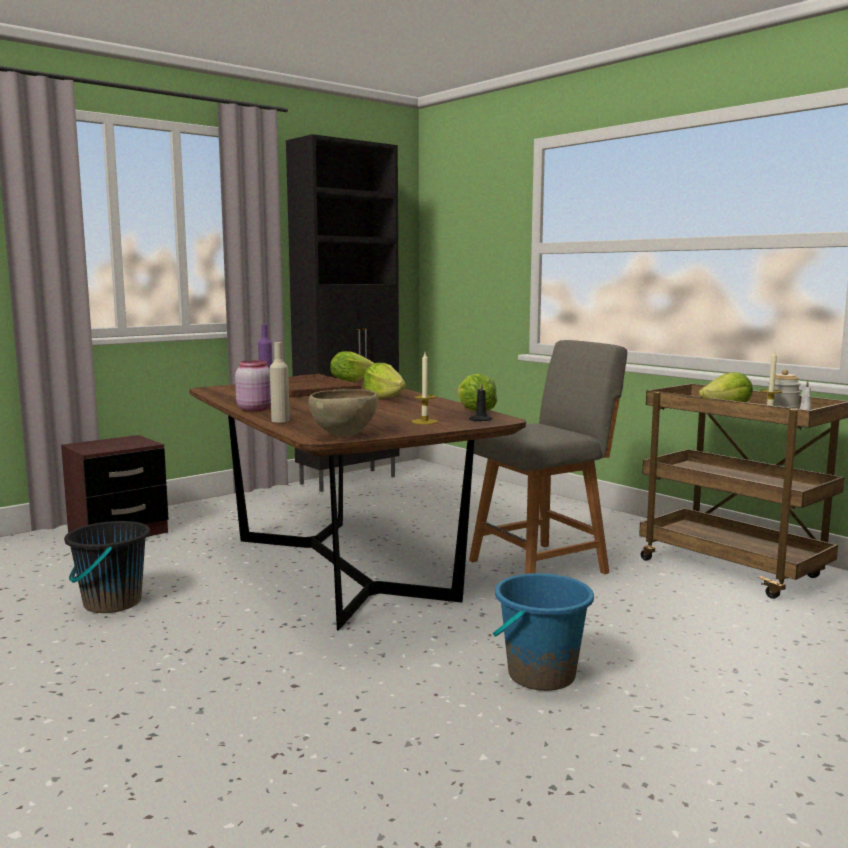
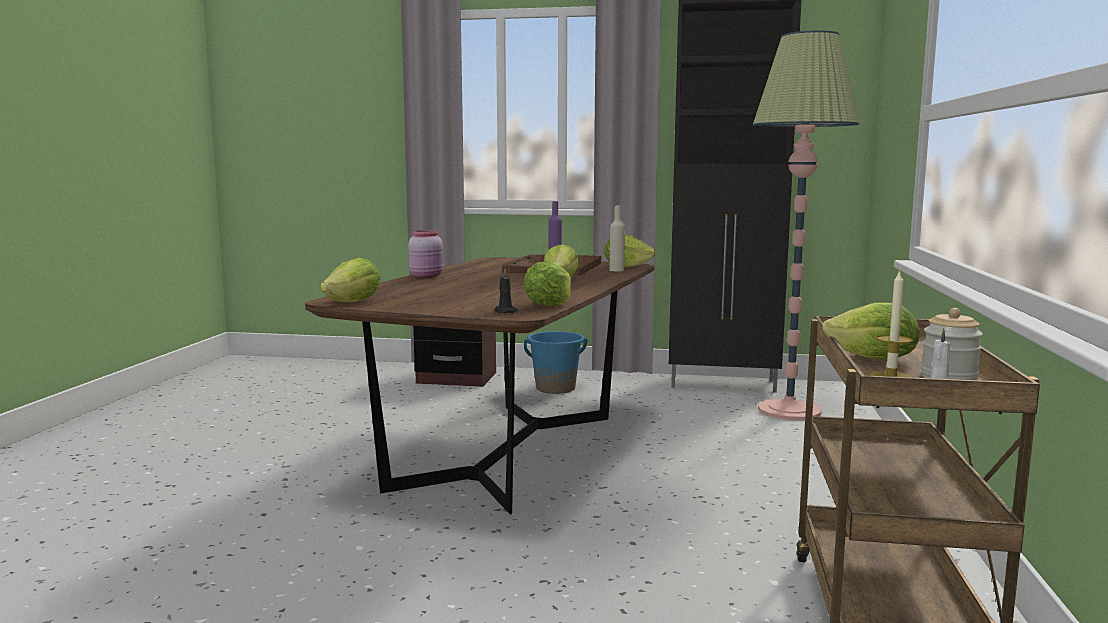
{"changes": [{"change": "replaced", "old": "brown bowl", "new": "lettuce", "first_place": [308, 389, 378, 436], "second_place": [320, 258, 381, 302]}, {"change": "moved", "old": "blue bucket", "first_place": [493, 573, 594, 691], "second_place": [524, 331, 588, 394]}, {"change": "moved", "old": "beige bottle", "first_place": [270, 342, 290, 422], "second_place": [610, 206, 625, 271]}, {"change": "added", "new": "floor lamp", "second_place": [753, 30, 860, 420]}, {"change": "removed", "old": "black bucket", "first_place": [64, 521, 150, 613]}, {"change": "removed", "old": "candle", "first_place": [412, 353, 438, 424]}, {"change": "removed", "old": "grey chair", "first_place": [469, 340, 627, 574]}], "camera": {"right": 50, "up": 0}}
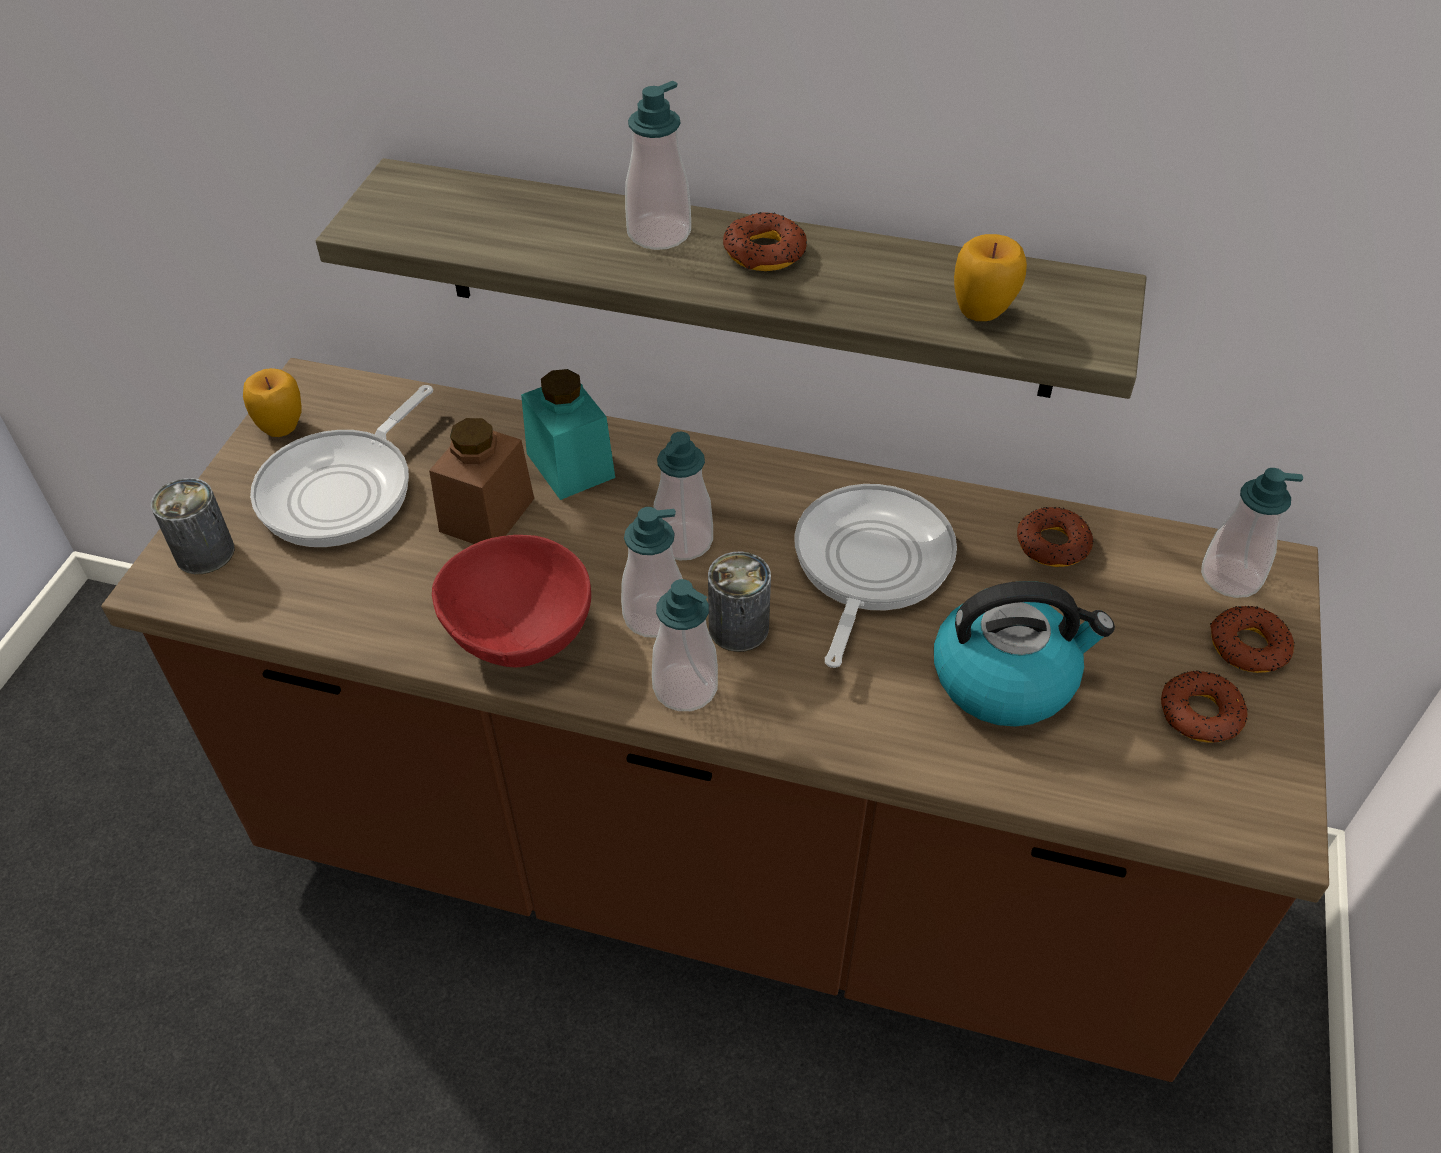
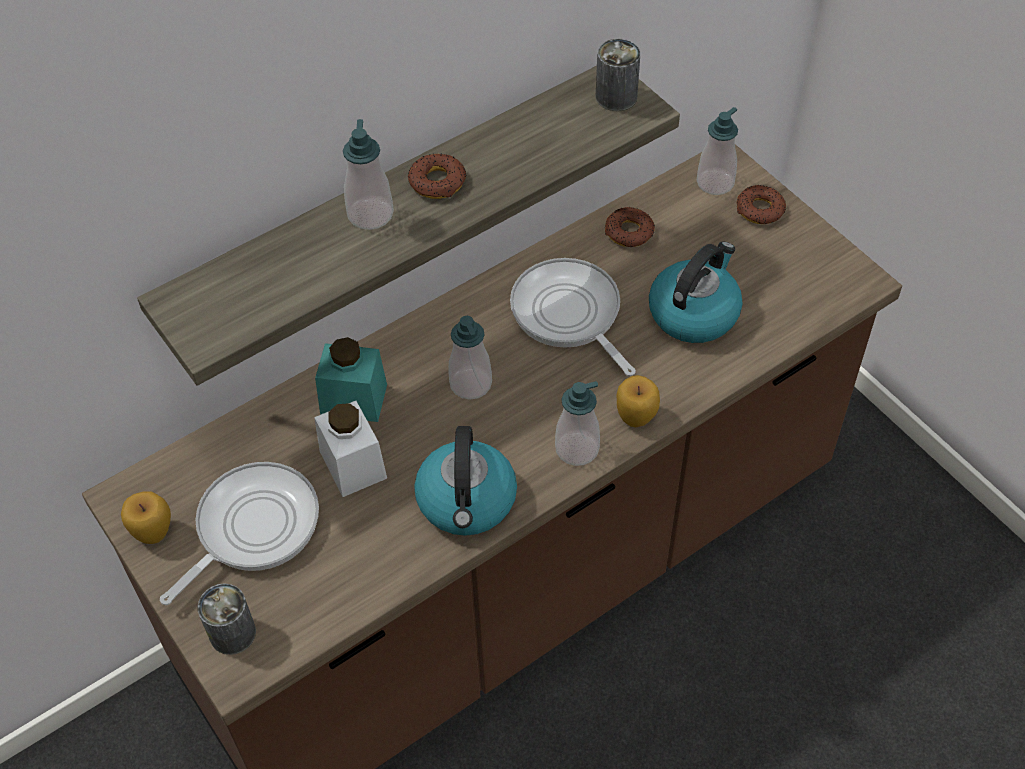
{"changes": [{"change": "turned", "old": "frying pan", "first_place": [250, 385, 433, 547], "second_place": [160, 462, 319, 605], "degrees": -120}, {"change": "recoloured", "old": "brown jar", "new": "white jar", "first_place": [429, 418, 534, 544], "second_place": [314, 401, 387, 497]}, {"change": "replaced", "old": "red bowl", "new": "kettle", "first_place": [432, 535, 591, 668], "second_place": [414, 426, 517, 536]}, {"change": "moved", "old": "can", "first_place": [708, 551, 771, 652], "second_place": [595, 39, 641, 111]}, {"change": "moved", "old": "apple", "first_place": [954, 234, 1027, 321], "second_place": [617, 375, 660, 427]}, {"change": "removed", "old": "soap dispenser", "first_place": [621, 507, 683, 638]}, {"change": "removed", "old": "donut", "first_place": [1161, 670, 1248, 743]}], "camera": {"right": -50, "up": 5}}
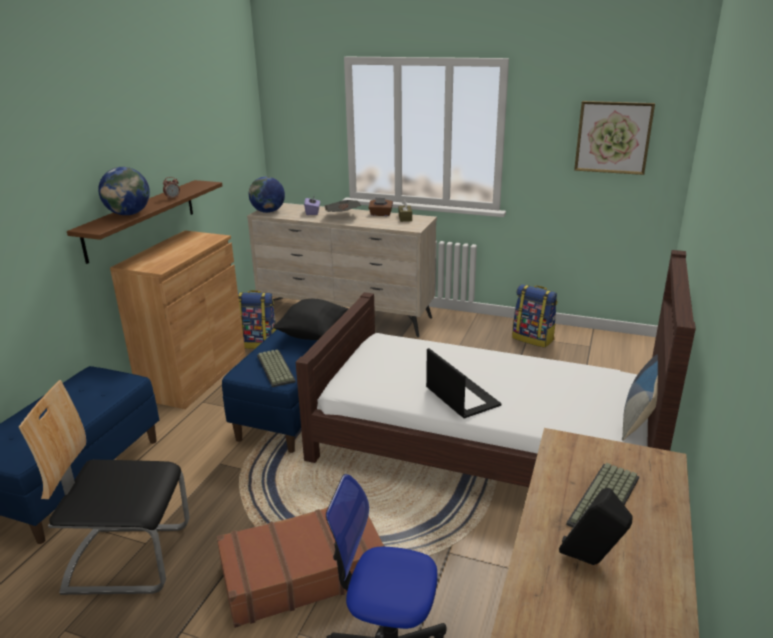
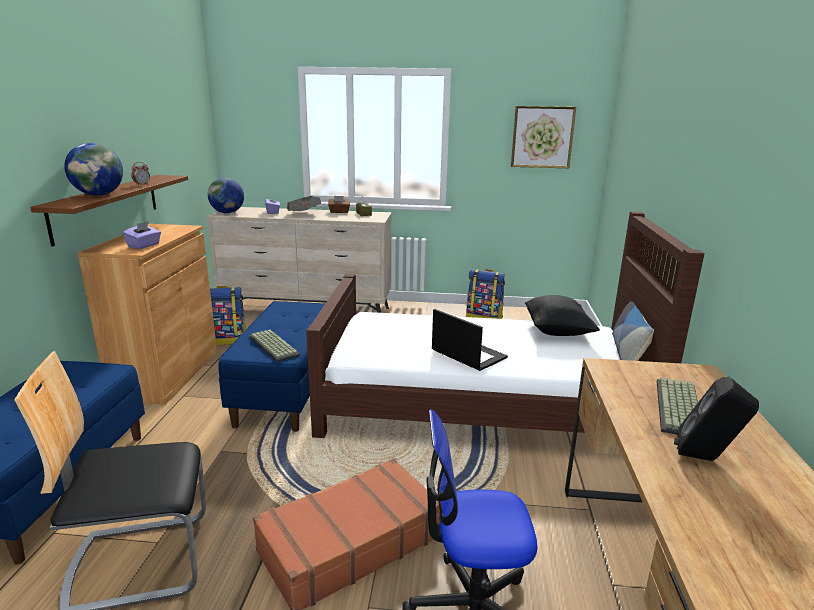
{"changes": [{"change": "added", "new": "purple tissue box", "second_place": [123, 221, 161, 249]}, {"change": "moved", "old": "black pillow", "first_place": [273, 299, 349, 340], "second_place": [525, 295, 600, 336]}], "camera": {"right": -15, "up": -5}}
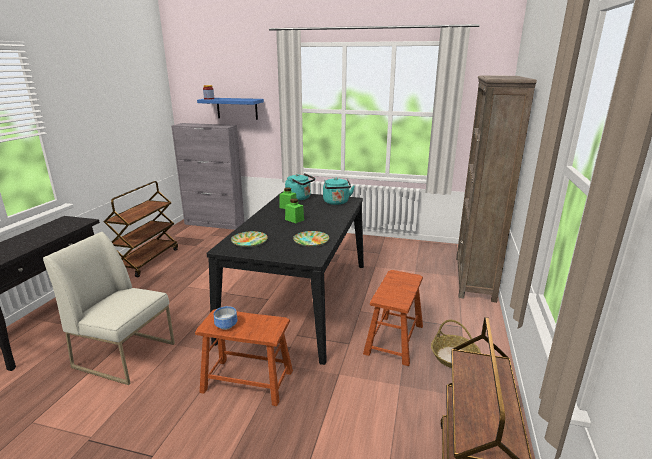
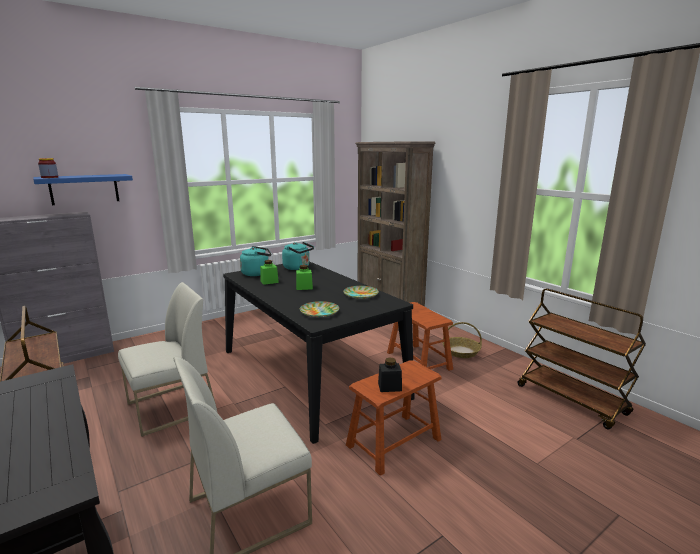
{"changes": [{"change": "added", "new": "white chair", "second_place": [118, 282, 217, 437]}, {"change": "replaced", "old": "bowl", "new": "black jar", "first_place": [214, 306, 237, 330], "second_place": [378, 357, 402, 392]}], "camera": {"right": -50, "up": -5}}
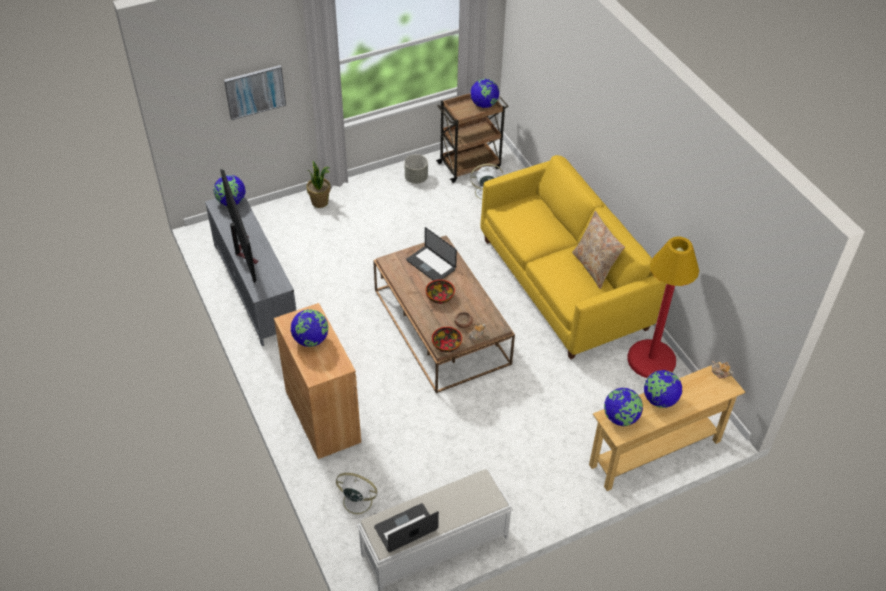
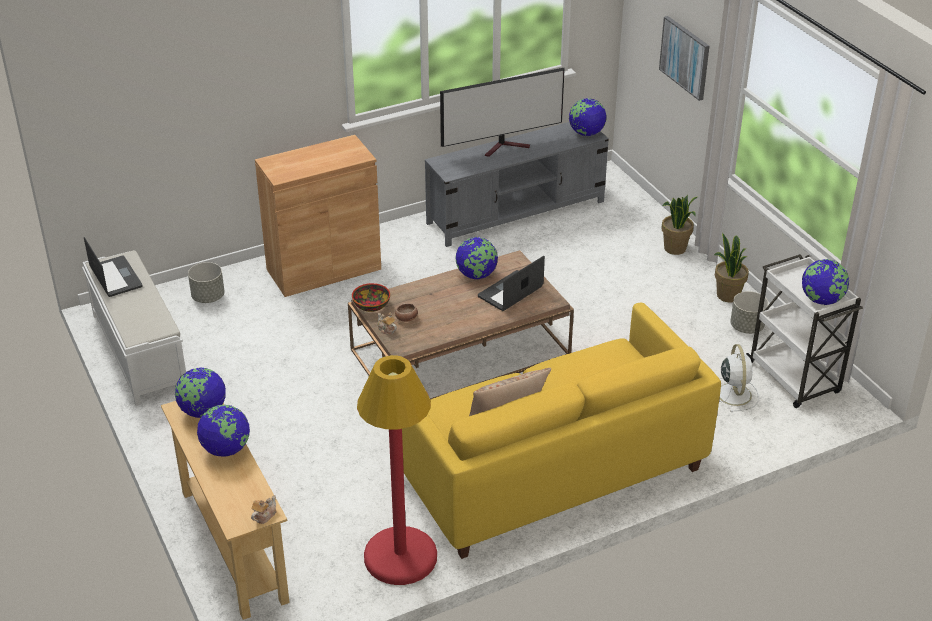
{"changes": [{"change": "replaced", "old": "white fan", "new": "grey planter", "first_place": [335, 473, 379, 519], "second_place": [188, 262, 225, 303]}, {"change": "moved", "old": "globe", "first_place": [291, 309, 328, 347], "second_place": [456, 237, 498, 279]}, {"change": "added", "new": "potted plant", "second_place": [714, 233, 749, 302]}, {"change": "recoloured", "old": "brown cart", "new": "white cart", "first_place": [436, 93, 508, 183], "second_place": [746, 254, 863, 408]}, {"change": "removed", "old": "bowl", "first_place": [426, 279, 455, 304]}], "camera": {"right": 90, "up": -10}}
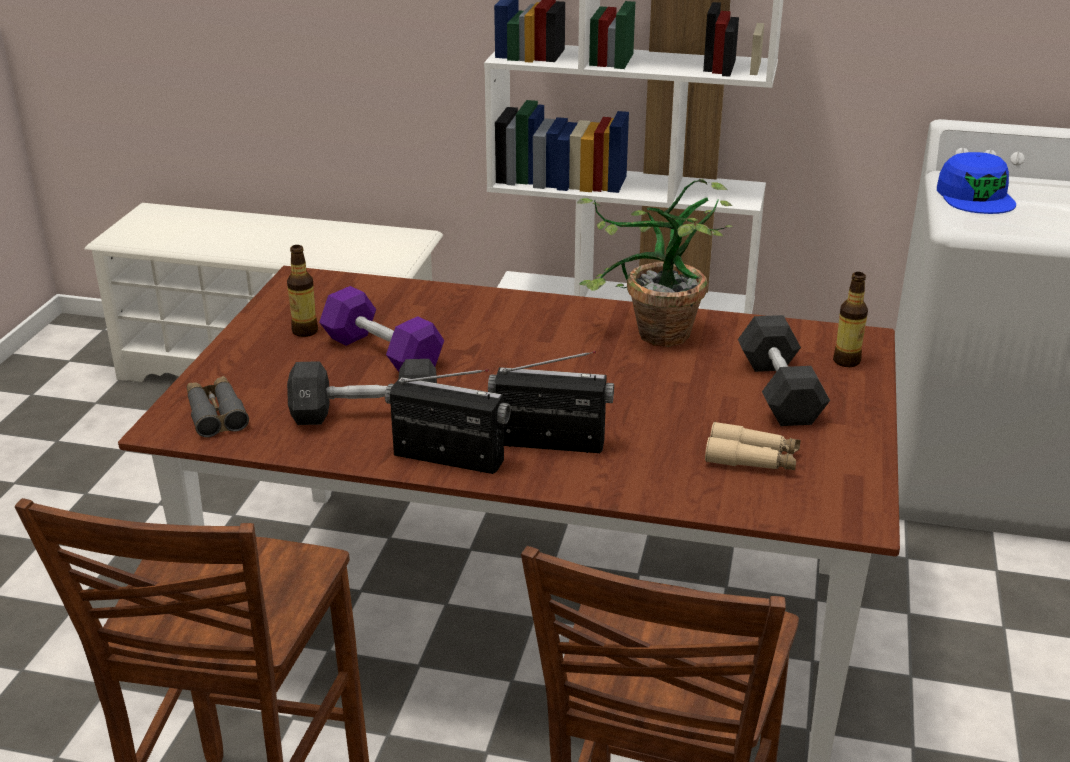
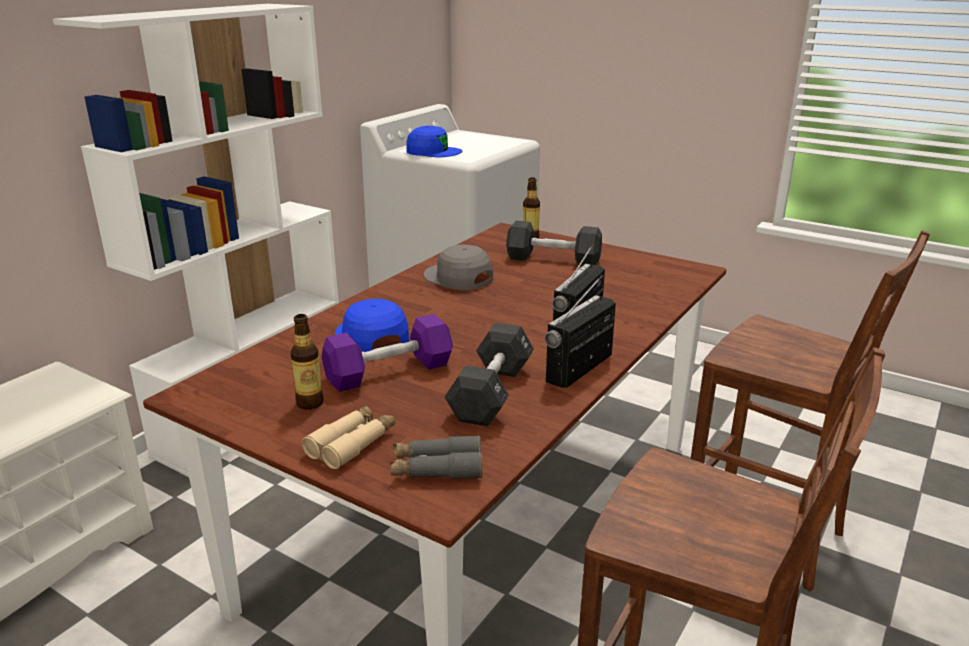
{"changes": [{"change": "moved", "old": "beige binoculars", "first_place": [705, 421, 801, 470], "second_place": [302, 406, 395, 469]}, {"change": "added", "new": "blue cap", "second_place": [335, 299, 409, 352]}, {"change": "replaced", "old": "potted plant", "new": "grey cap", "first_place": [577, 179, 733, 347], "second_place": [424, 244, 493, 290]}], "camera": {"right": -70, "up": -5}}
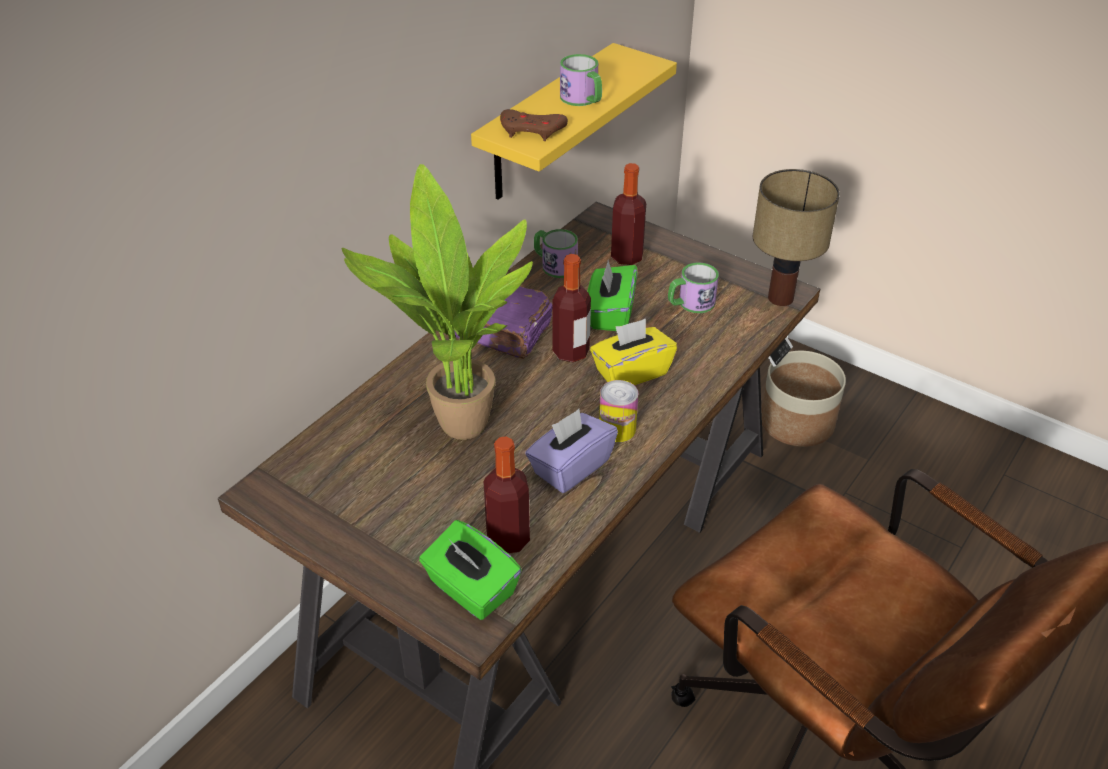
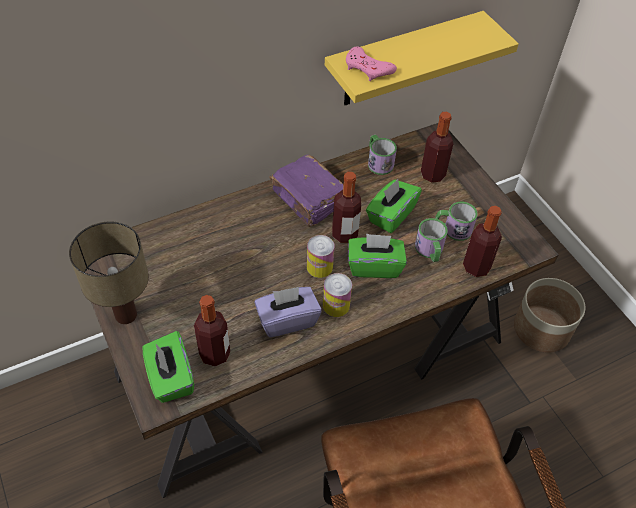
{"changes": [{"change": "moved", "old": "table lamp", "first_place": [753, 169, 840, 306], "second_place": [69, 221, 149, 324]}, {"change": "added", "new": "can", "second_place": [307, 235, 334, 278]}, {"change": "recoloured", "old": "brown game controller", "new": "pink game controller", "first_place": [500, 109, 568, 141], "second_place": [346, 47, 397, 81]}, {"change": "recoloured", "old": "yellow tissue box", "new": "green tissue box", "first_place": [590, 319, 677, 385], "second_place": [348, 233, 407, 278]}, {"change": "moved", "old": "mug", "first_place": [560, 54, 602, 106], "second_place": [415, 218, 448, 262]}, {"change": "added", "new": "bottle", "second_place": [463, 206, 502, 277]}, {"change": "removed", "old": "potted plant", "first_place": [342, 164, 533, 440]}], "camera": {"right": 25, "up": 10}}
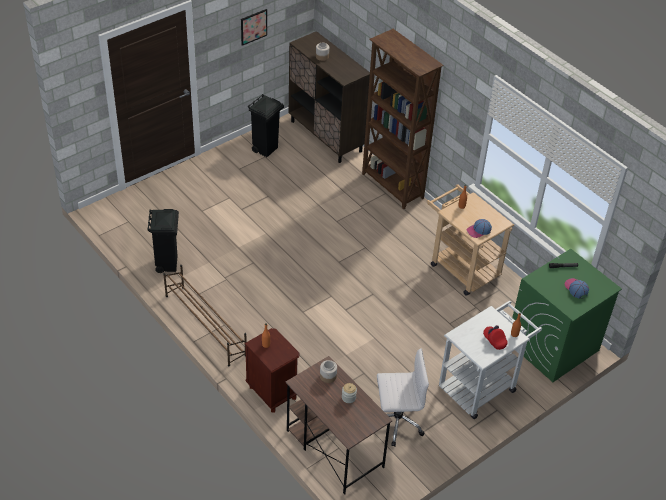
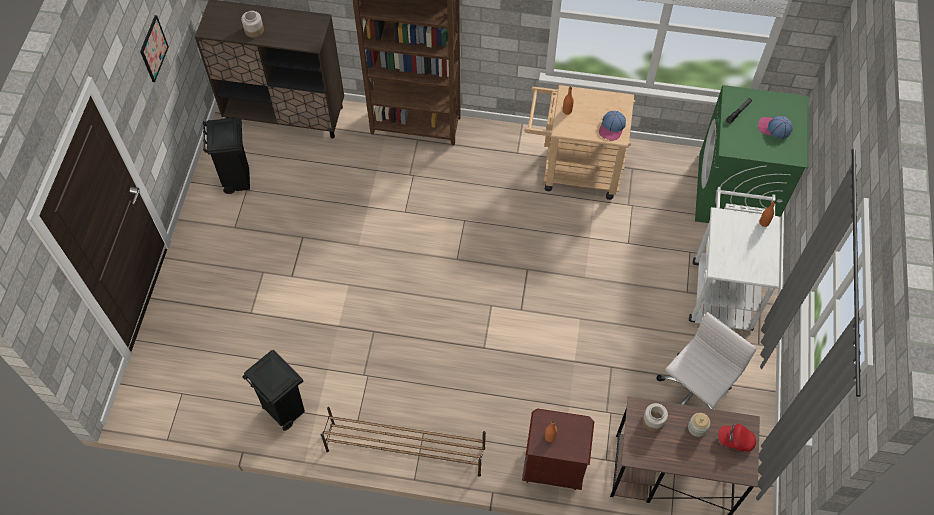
{"changes": [{"change": "moved", "old": "red cap", "first_place": [483, 325, 508, 350], "second_place": [718, 424, 756, 452]}], "camera": {"right": -40, "up": 15}}
